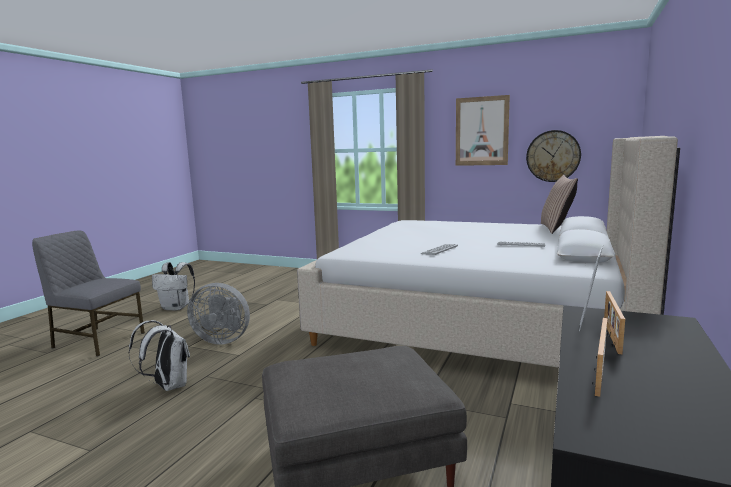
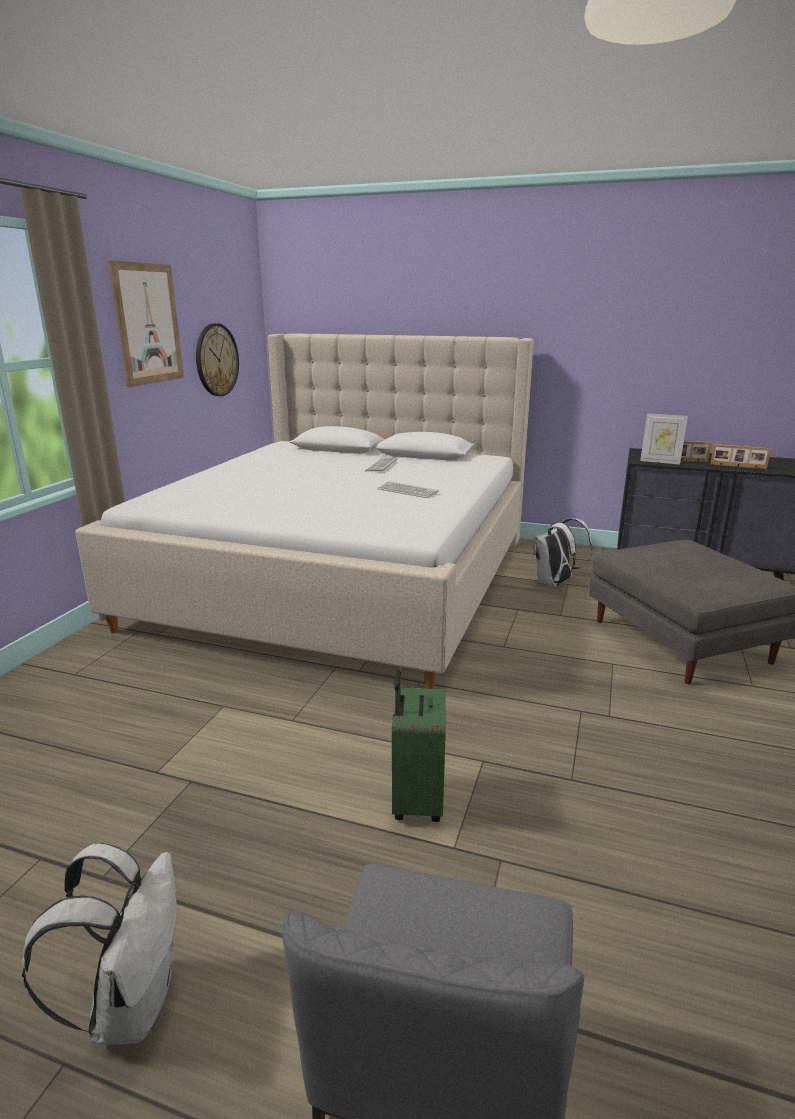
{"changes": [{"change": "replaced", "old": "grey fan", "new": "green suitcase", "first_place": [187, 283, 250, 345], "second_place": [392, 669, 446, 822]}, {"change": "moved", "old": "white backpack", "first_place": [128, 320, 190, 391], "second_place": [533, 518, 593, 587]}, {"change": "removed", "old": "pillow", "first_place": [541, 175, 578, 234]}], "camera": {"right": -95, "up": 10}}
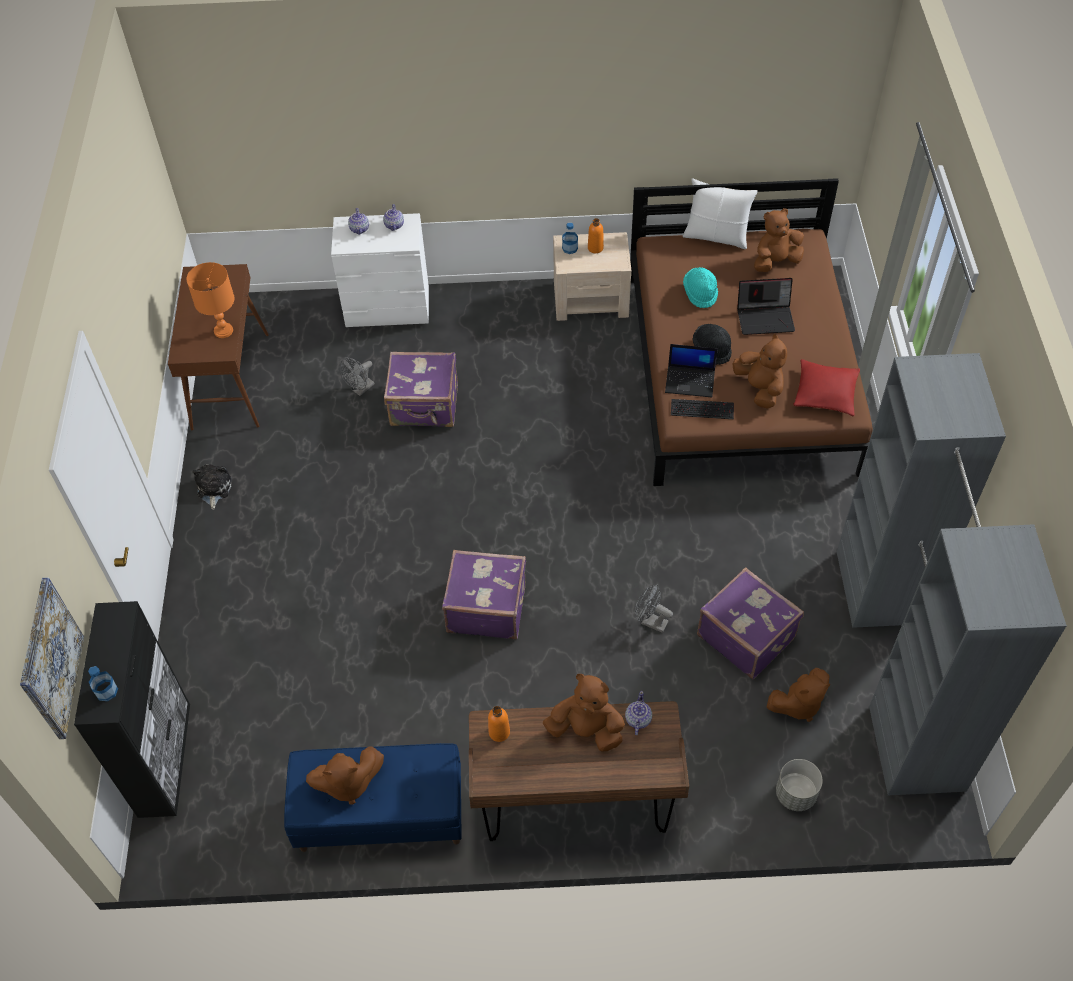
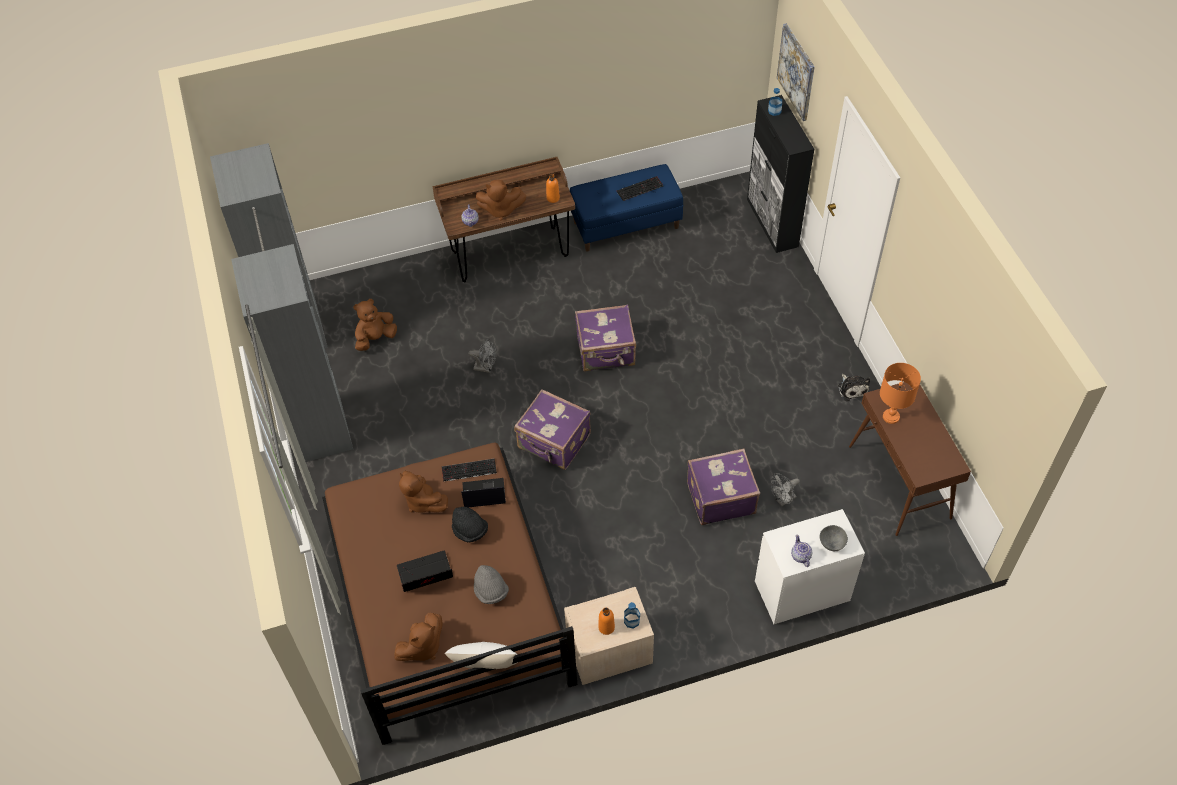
{"changes": [{"change": "recoloured", "old": "turquoise hat", "new": "grey hat", "first_place": [683, 267, 718, 308], "second_place": [474, 565, 509, 604]}, {"change": "moved", "old": "purple suitcase", "first_place": [697, 567, 804, 679], "second_place": [514, 389, 591, 470]}, {"change": "replaced", "old": "brown plush toy", "new": "keyboard", "first_place": [306, 746, 384, 805], "second_place": [617, 176, 663, 201]}, {"change": "turned", "old": "grey fan", "first_place": [341, 357, 375, 396], "second_place": [770, 473, 800, 506], "degrees": -150}, {"change": "replaced", "old": "teapot", "new": "grey bowl", "first_place": [348, 208, 369, 235], "second_place": [820, 525, 848, 551]}, {"change": "removed", "old": "grey planter", "first_place": [776, 759, 823, 811]}, {"change": "removed", "old": "red pillow", "first_place": [794, 359, 860, 416]}], "camera": {"right": 165, "up": 0}}
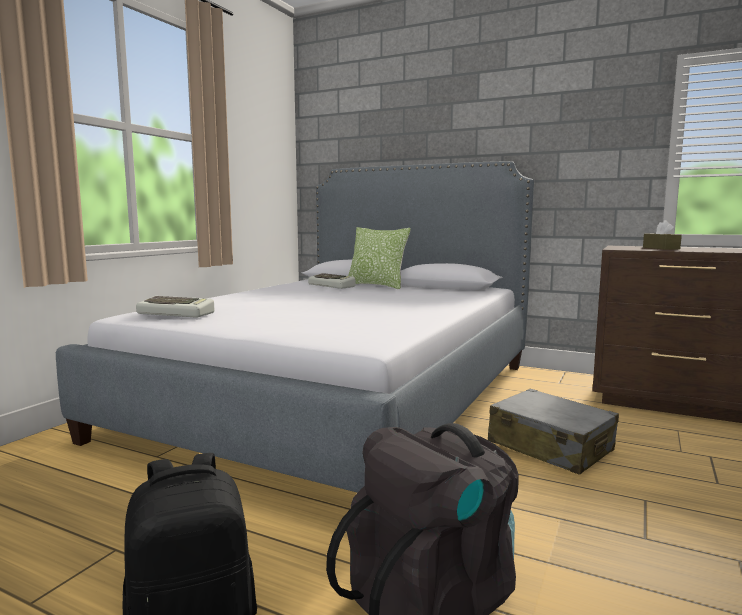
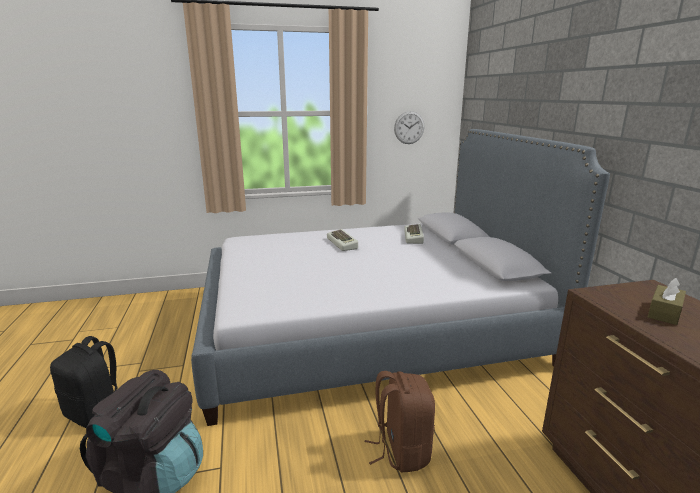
{"changes": [{"change": "moved", "old": "keyboard", "first_place": [136, 296, 214, 318], "second_place": [327, 229, 358, 251]}, {"change": "replaced", "old": "grey suitcase", "new": "brown backpack", "first_place": [488, 388, 619, 475], "second_place": [365, 371, 435, 472]}, {"change": "added", "new": "wall clock", "second_place": [394, 111, 424, 144]}, {"change": "removed", "old": "pillow", "first_place": [348, 227, 411, 289]}], "camera": {"right": 50, "up": 10}}
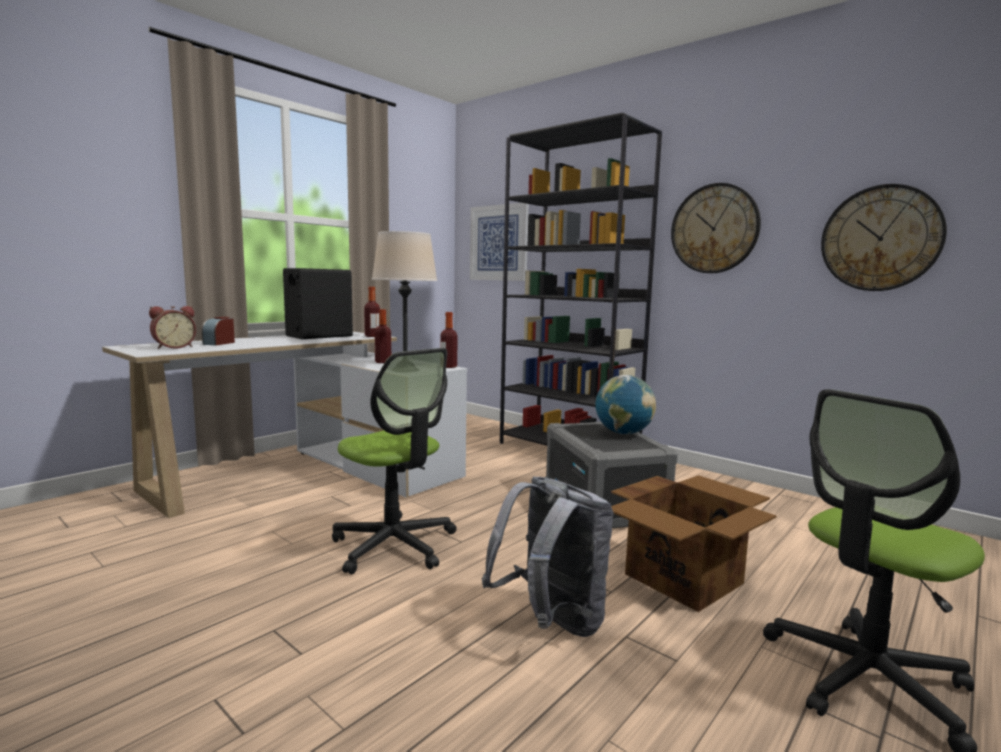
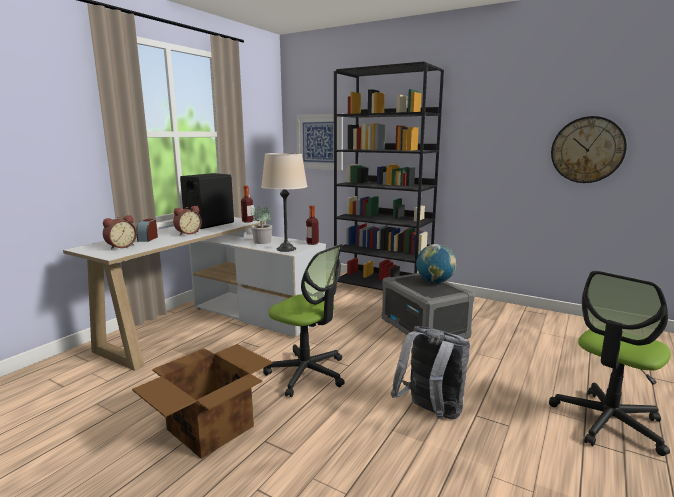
{"changes": [{"change": "moved", "old": "cardboard box", "first_place": [611, 475, 776, 612], "second_place": [132, 344, 273, 459]}, {"change": "added", "new": "alarm clock", "second_place": [173, 206, 202, 235]}, {"change": "replaced", "old": "bottle", "new": "potted plant", "first_place": [375, 309, 391, 363], "second_place": [251, 206, 272, 244]}, {"change": "removed", "old": "wall clock", "first_place": [671, 183, 761, 273]}], "camera": {"right": -10, "up": 5}}
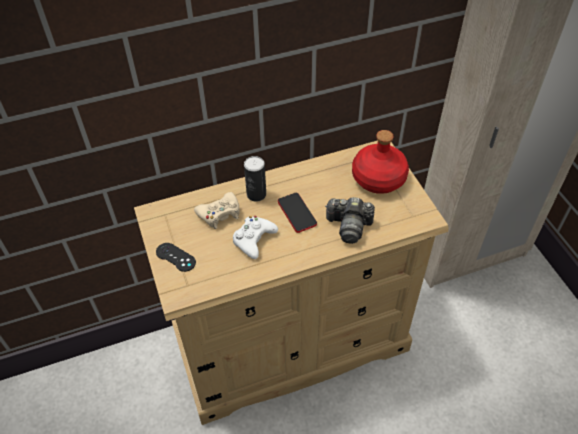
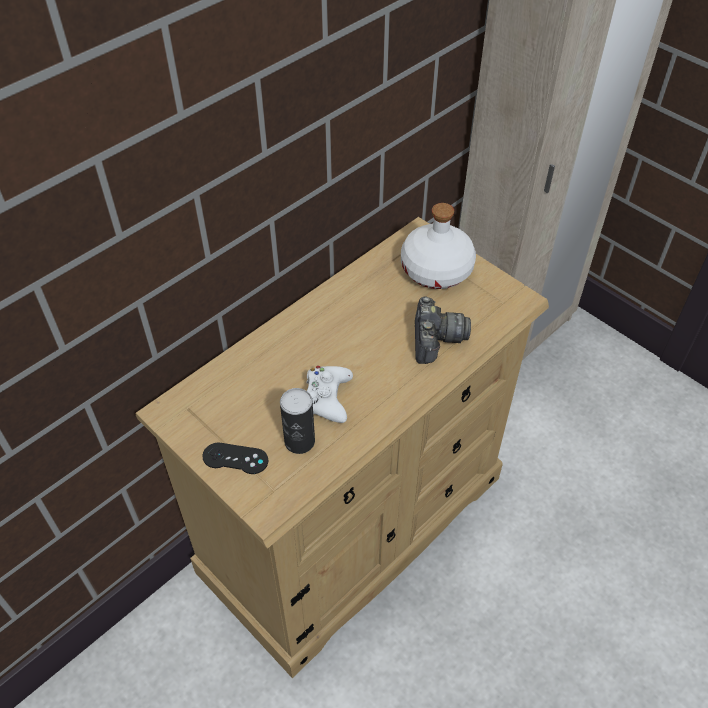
{"changes": [{"change": "moved", "old": "can", "first_place": [244, 156, 266, 202], "second_place": [280, 388, 315, 454]}, {"change": "recoloured", "old": "red bottle", "new": "white bottle", "first_place": [352, 130, 409, 194], "second_place": [401, 203, 476, 289]}, {"change": "turned", "old": "photo camera", "first_place": [325, 197, 375, 244], "second_place": [415, 296, 471, 364], "degrees": -75}, {"change": "removed", "old": "beige game controller", "first_place": [194, 192, 240, 229]}, {"change": "removed", "old": "phone", "first_place": [278, 192, 317, 233]}], "camera": {"right": -25, "up": 0}}
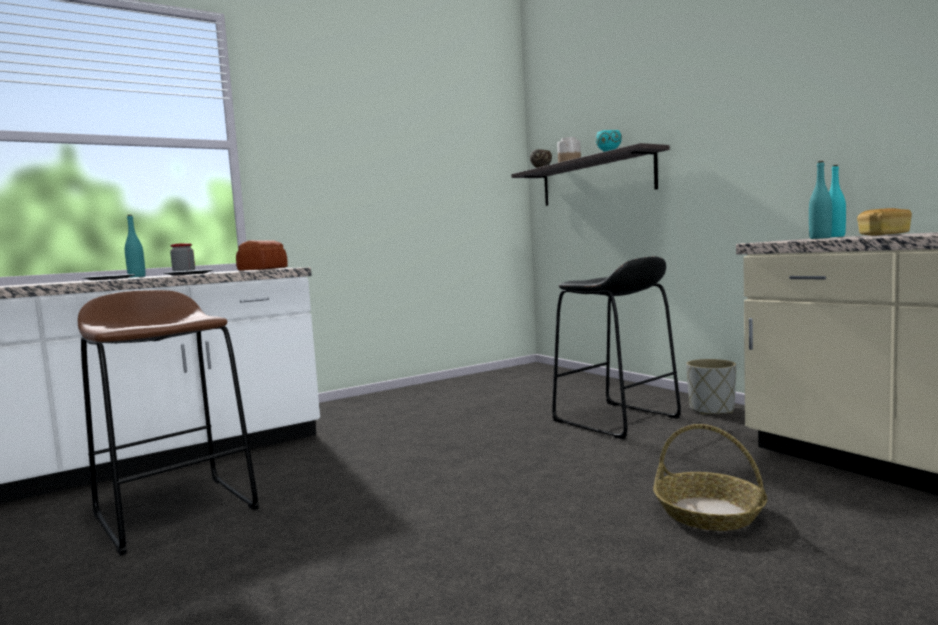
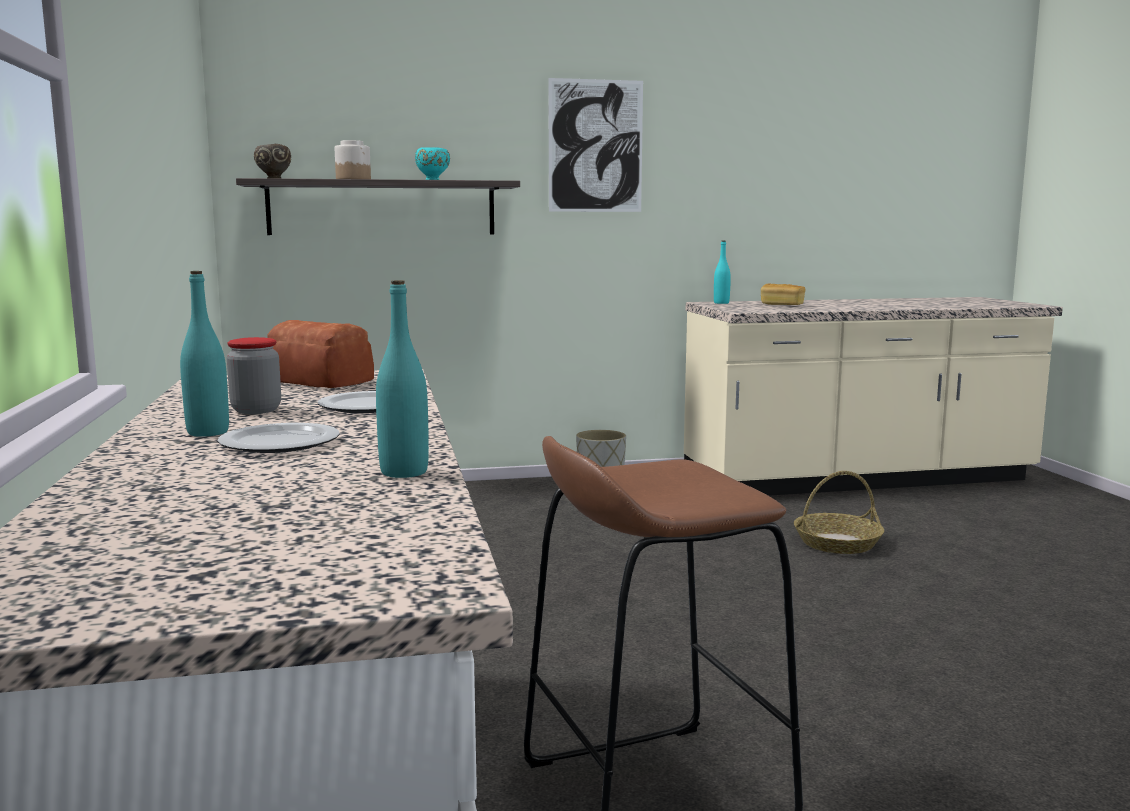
{"changes": [{"change": "moved", "old": "turquoise bottle", "first_place": [809, 161, 832, 239], "second_place": [376, 280, 429, 478]}, {"change": "added", "new": "picture", "second_place": [548, 78, 643, 212]}, {"change": "removed", "old": "black stool", "first_place": [552, 256, 681, 439]}], "camera": {"right": -70, "up": 5}}
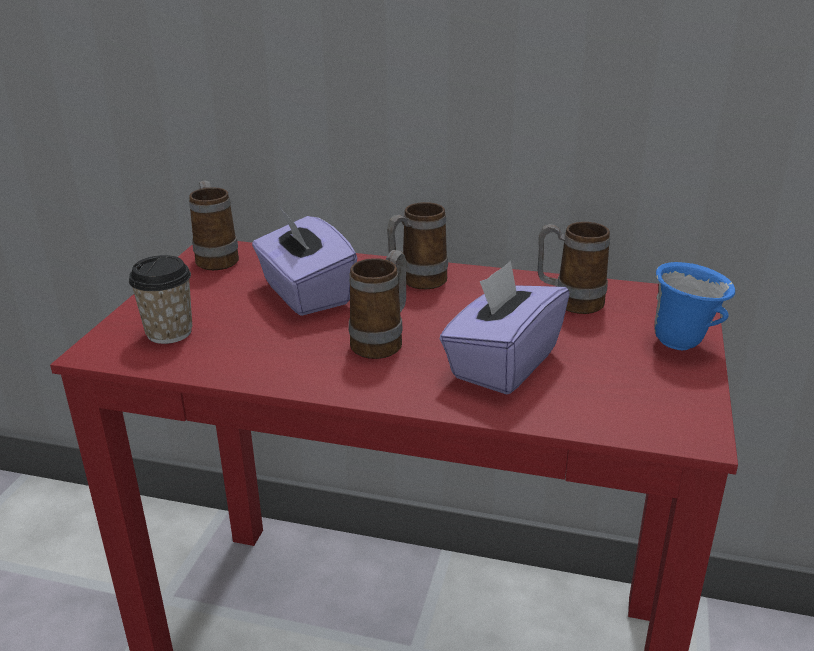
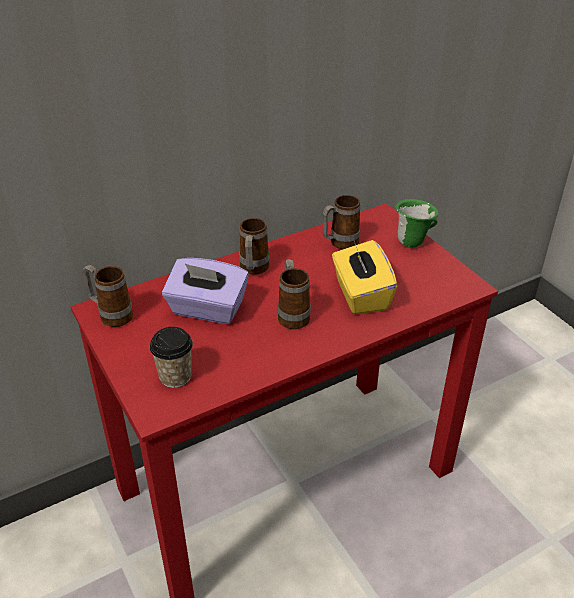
{"changes": [{"change": "recoloured", "old": "purple tissue box", "new": "yellow tissue box", "first_place": [440, 261, 570, 395], "second_place": [332, 240, 397, 314]}, {"change": "recoloured", "old": "blue mug", "new": "green mug", "first_place": [655, 262, 735, 350], "second_place": [396, 199, 438, 248]}], "camera": {"right": -45, "up": 10}}
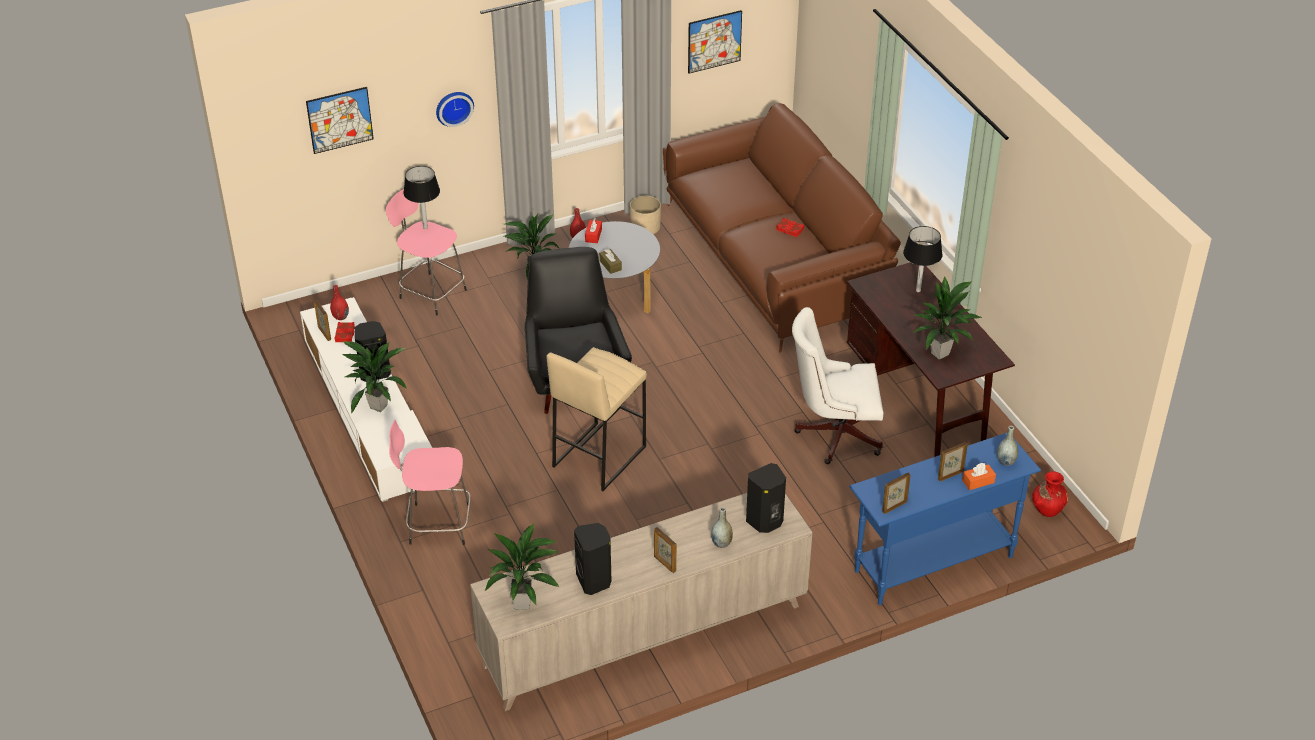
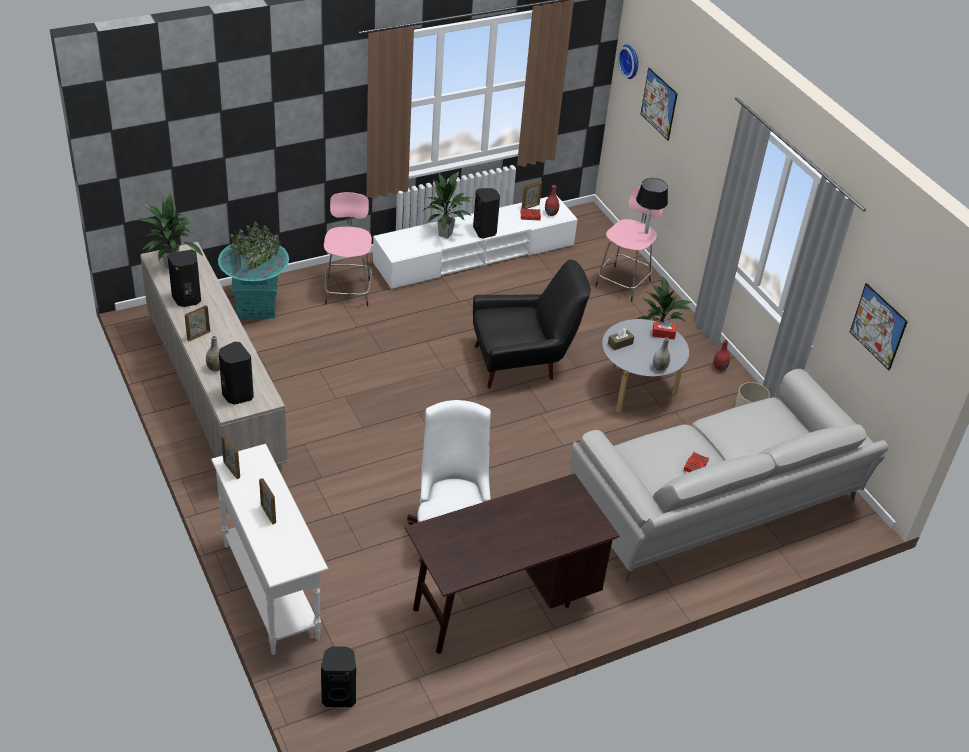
{"changes": [{"change": "recoloured", "old": "blue console table", "new": "white console table", "first_place": [849, 433, 1041, 605], "second_place": [211, 444, 328, 655]}, {"change": "added", "new": "turquoise planter", "second_place": [218, 221, 289, 319]}, {"change": "replaced", "old": "red vase", "new": "black speaker", "first_place": [1032, 471, 1068, 517], "second_place": [321, 646, 356, 707]}, {"change": "recoloured", "old": "brown sofa", "new": "grey sofa", "first_place": [663, 103, 901, 353], "second_place": [570, 369, 888, 583]}, {"change": "moved", "old": "wall clock", "first_place": [436, 92, 474, 127], "second_place": [618, 45, 638, 79]}, {"change": "moved", "old": "grey vase", "first_place": [997, 426, 1018, 466], "second_place": [653, 337, 670, 371]}, {"change": "removed", "old": "beige stool", "first_place": [547, 347, 647, 491]}, {"change": "removed", "old": "black table lamp", "first_place": [903, 226, 943, 292]}, {"change": "removed", "old": "potted plant", "first_place": [913, 276, 983, 360]}, {"change": "removed", "old": "orange tissue box", "first_place": [962, 463, 996, 490]}], "camera": {"right": 85, "up": 0}}
